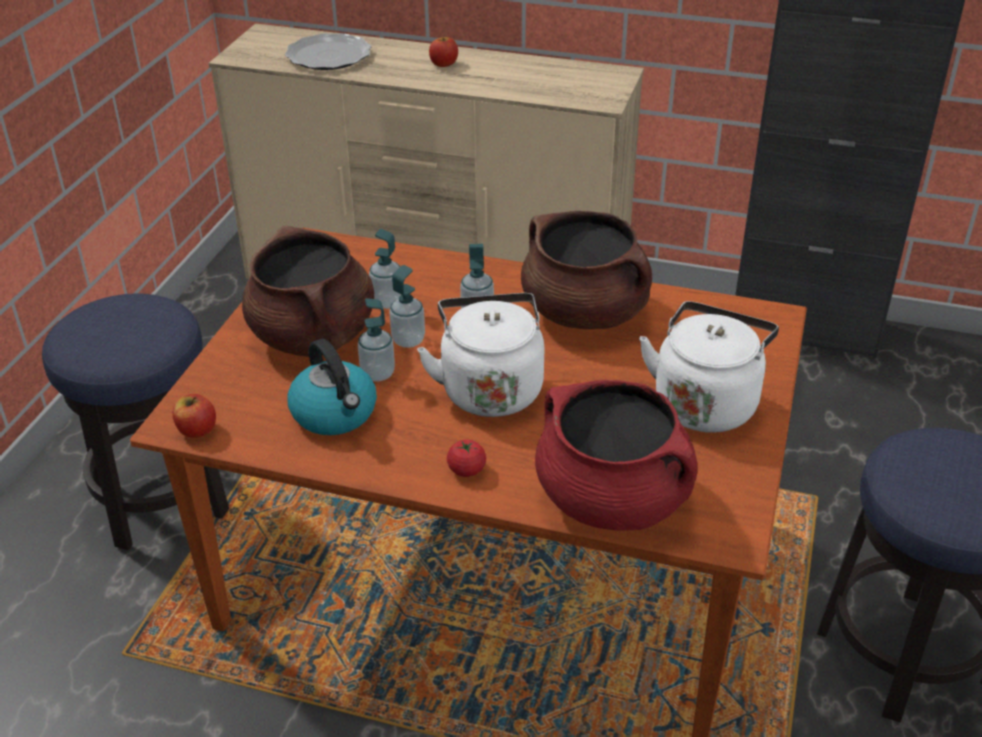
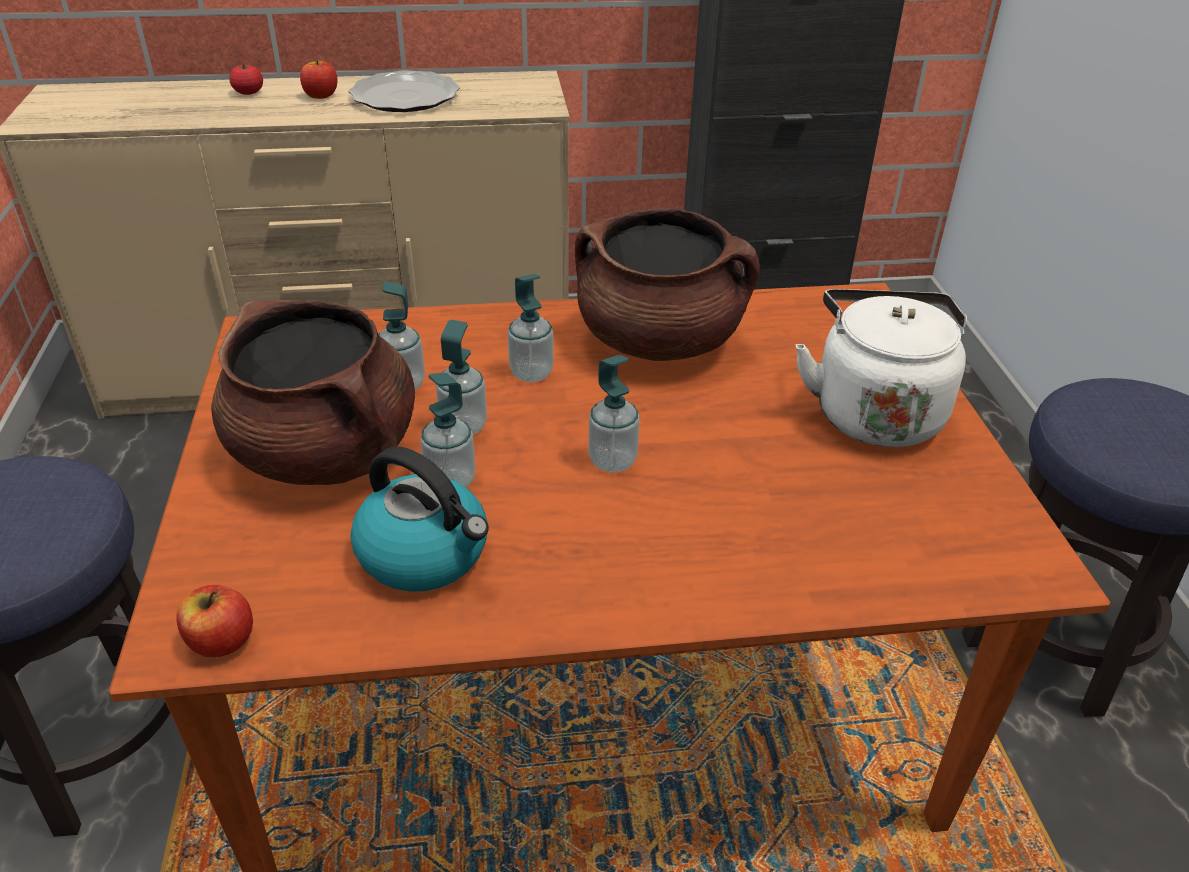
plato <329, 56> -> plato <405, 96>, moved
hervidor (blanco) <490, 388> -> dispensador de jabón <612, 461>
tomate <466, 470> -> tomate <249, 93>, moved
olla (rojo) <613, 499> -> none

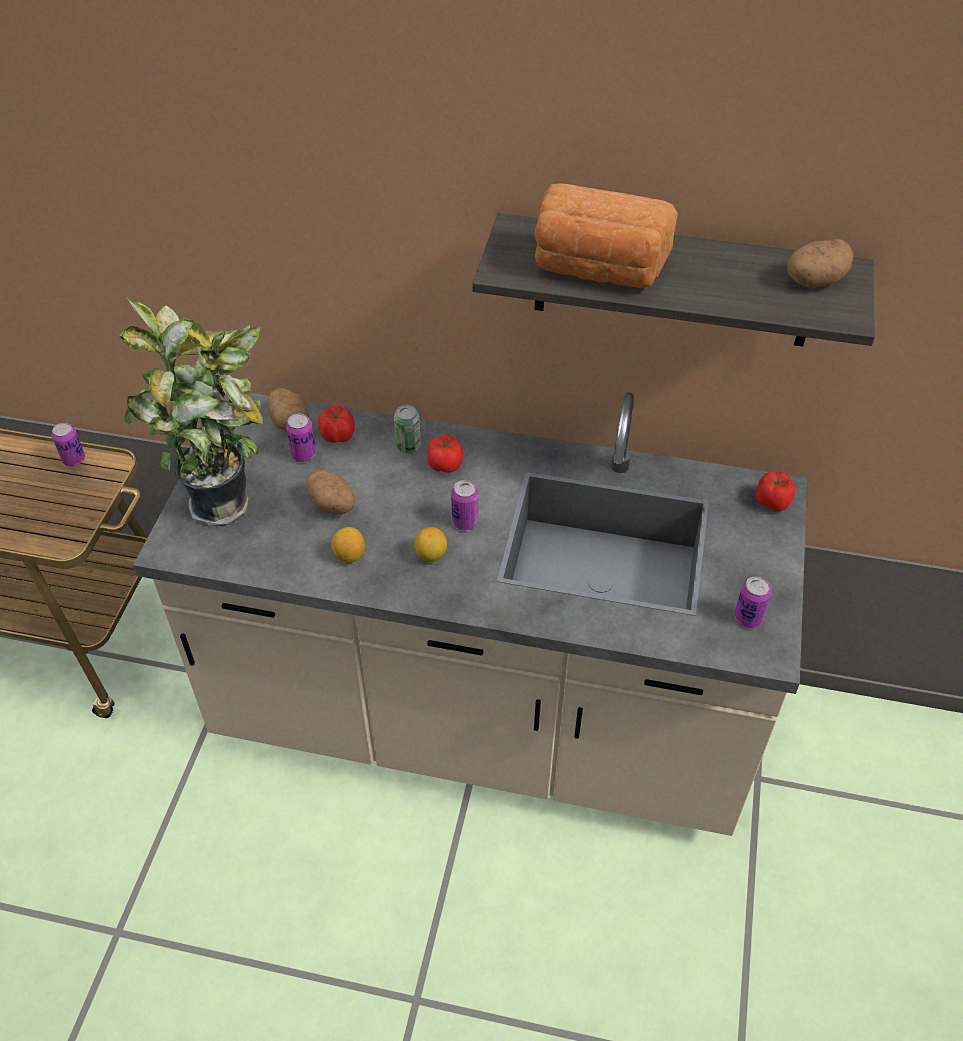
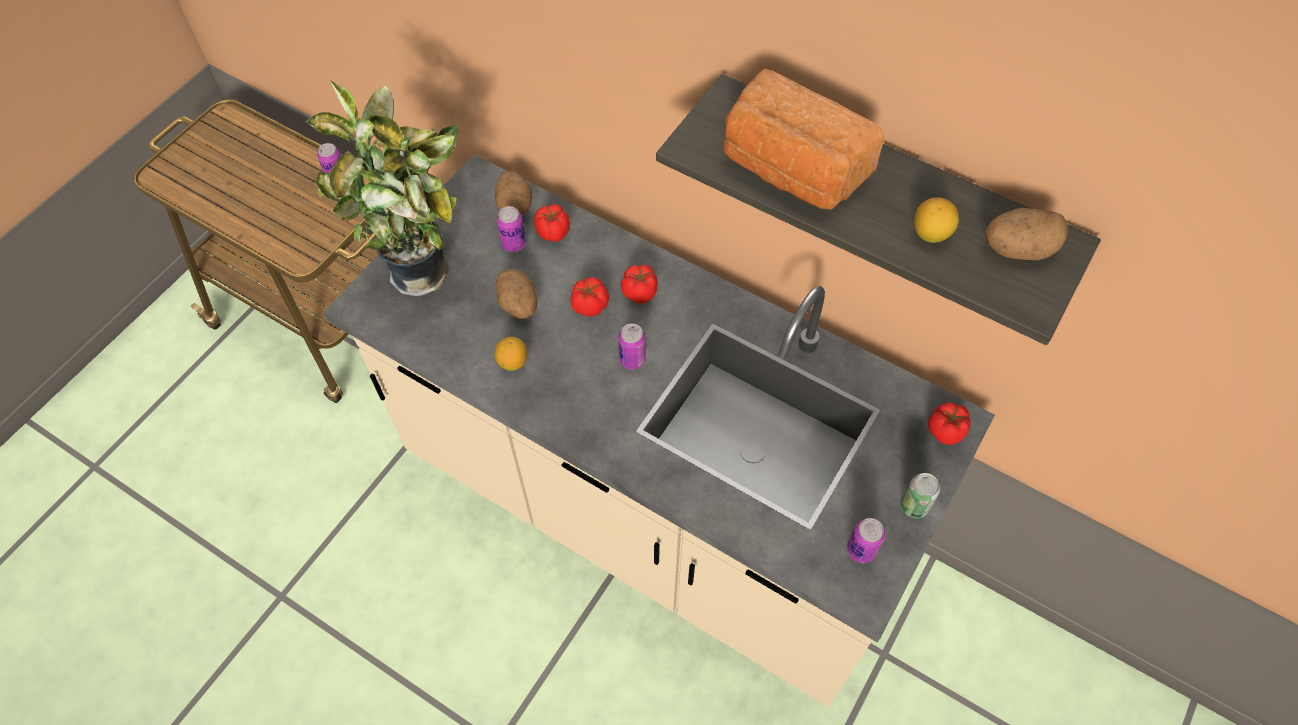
lata <408, 446> -> lata <914, 506>, moved
limón <431, 555> -> limón <930, 234>, moved
none -> tomate <589, 306>

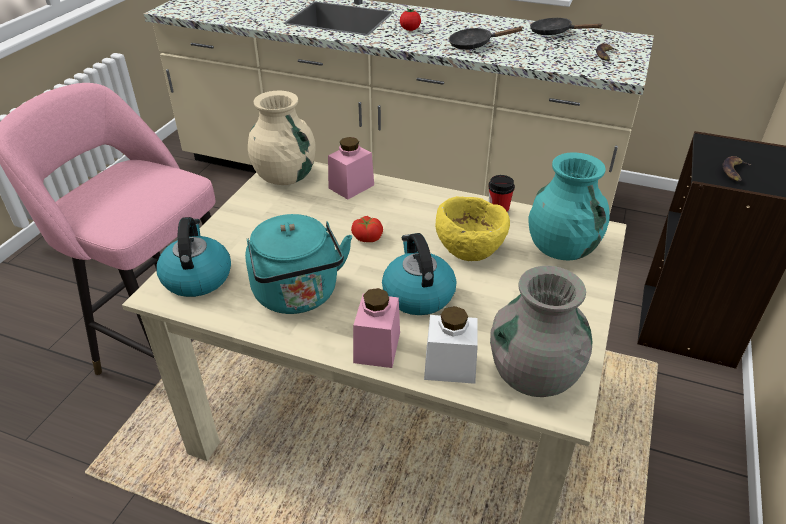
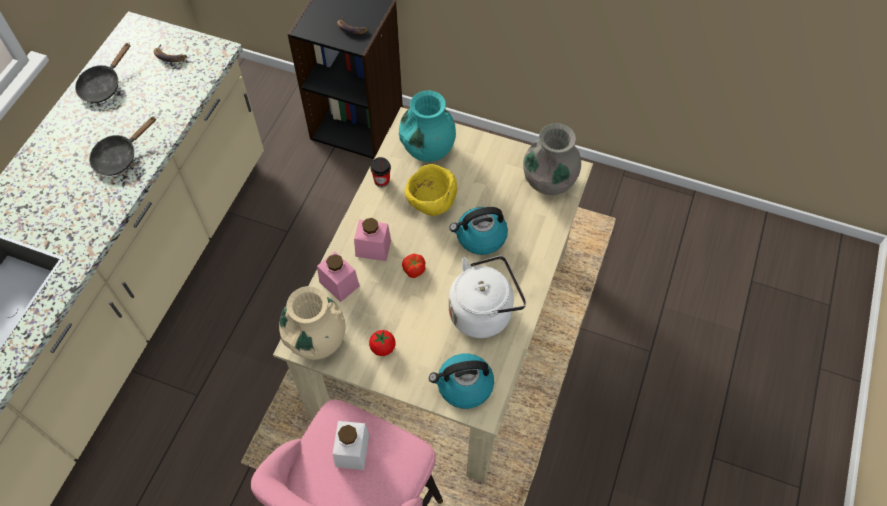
hervidor (turquesa) <298, 296> -> hervidor (blanco) <484, 311>
tarro (rosa) <377, 347> -> tarro (rosa) <373, 248>, moved
tomate <410, 30> -> tomate <383, 347>, moved
tarro (blanco) <450, 366> -> tarro (blanco) <352, 450>, moved
sartén (negro) <474, 45> -> sartén (negro) <119, 157>, 45 degrees clockwise

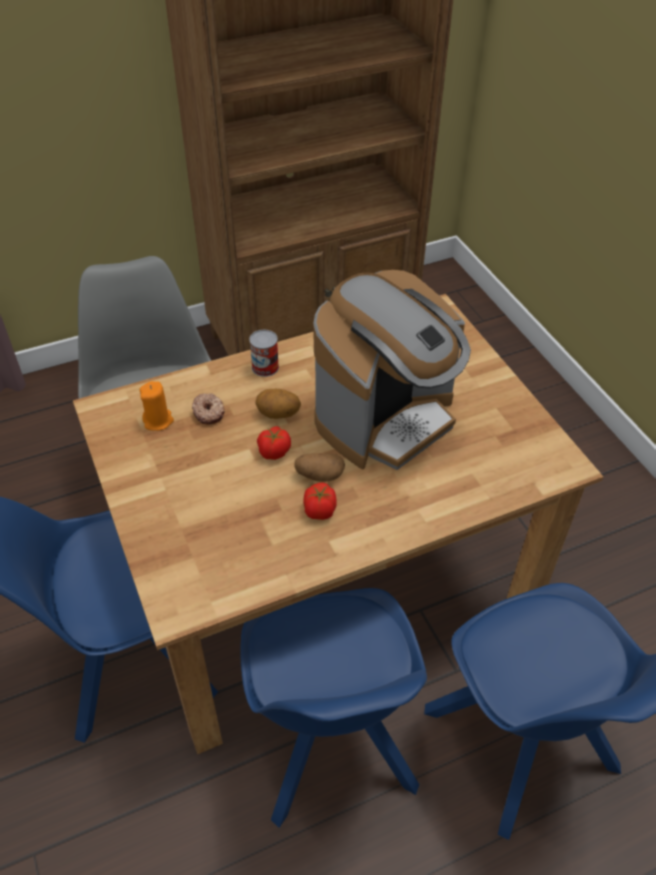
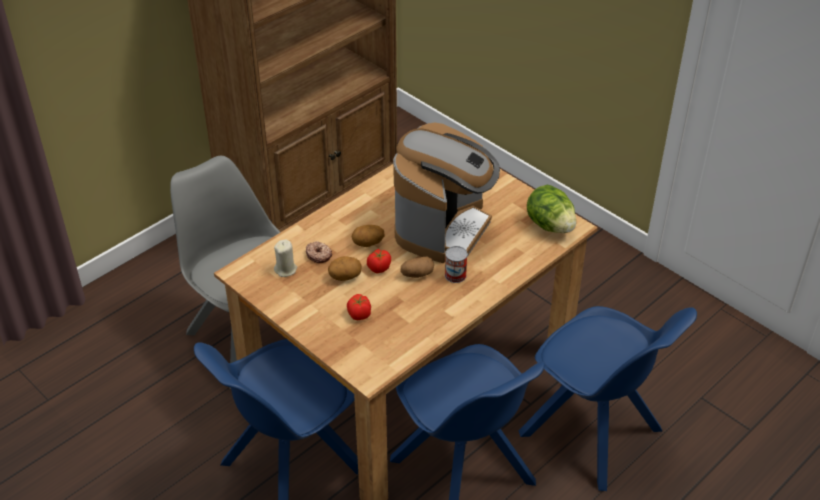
vela (naranja) <158, 420> -> vela (beis) <286, 269>
lata <265, 367> -> lata <455, 275>, moved
tomate <319, 511> -> tomate <359, 315>, moved
none -> patata <345, 277>
none -> lechuga <550, 225>

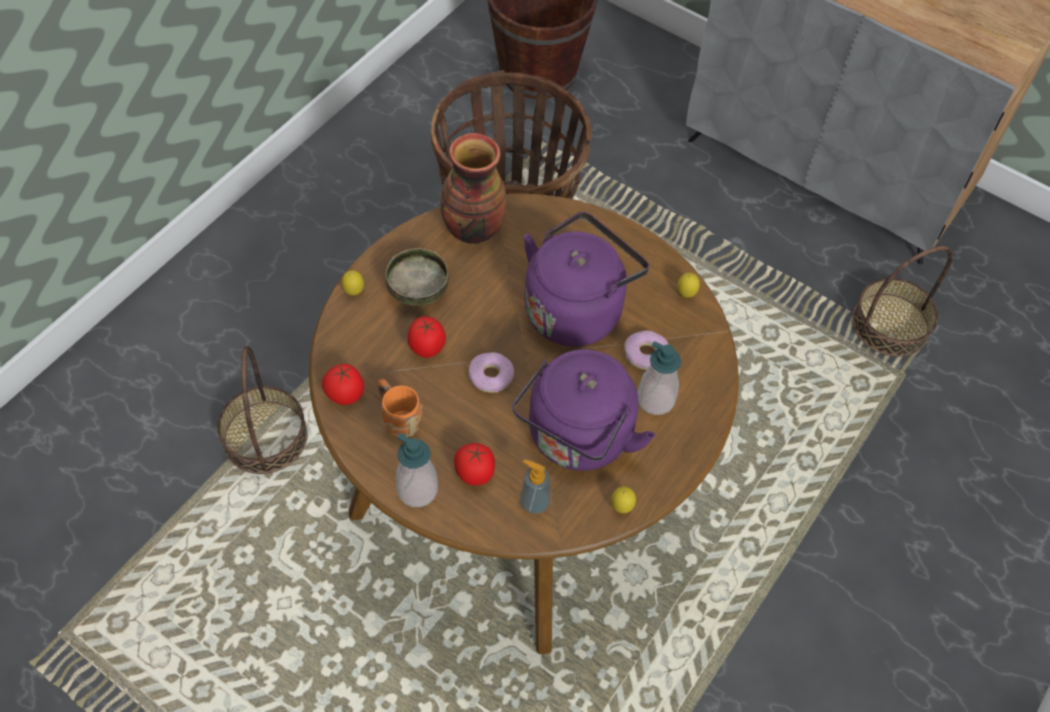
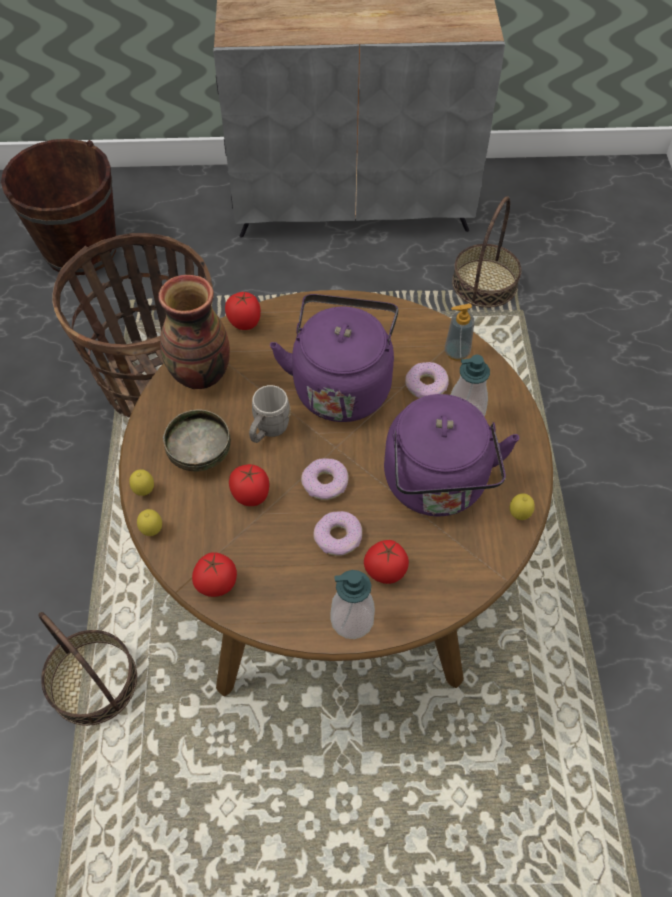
taza grande (naranja) <398, 418> -> none
dispensador de jabón <534, 503> -> dispensador de jabón <456, 352>, moved
limón <686, 294> -> limón <152, 531>, moved
none -> tomate <244, 322>
none -> taza grande (gris) <268, 430>
none -> rosquilla <338, 537>

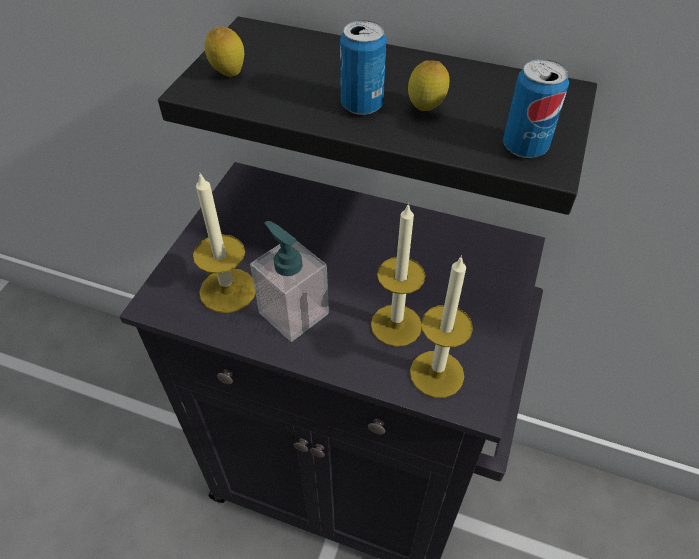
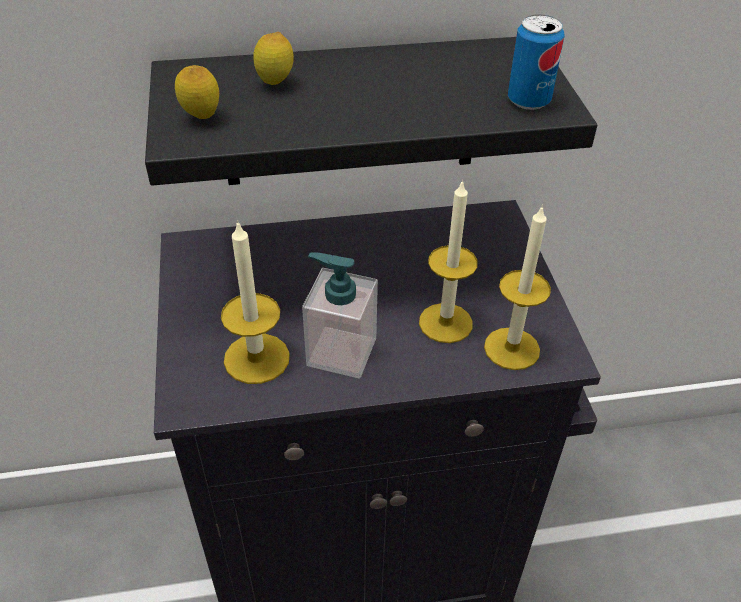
lata <362, 105> -> none
limón <425, 110> -> limón <275, 84>, moved

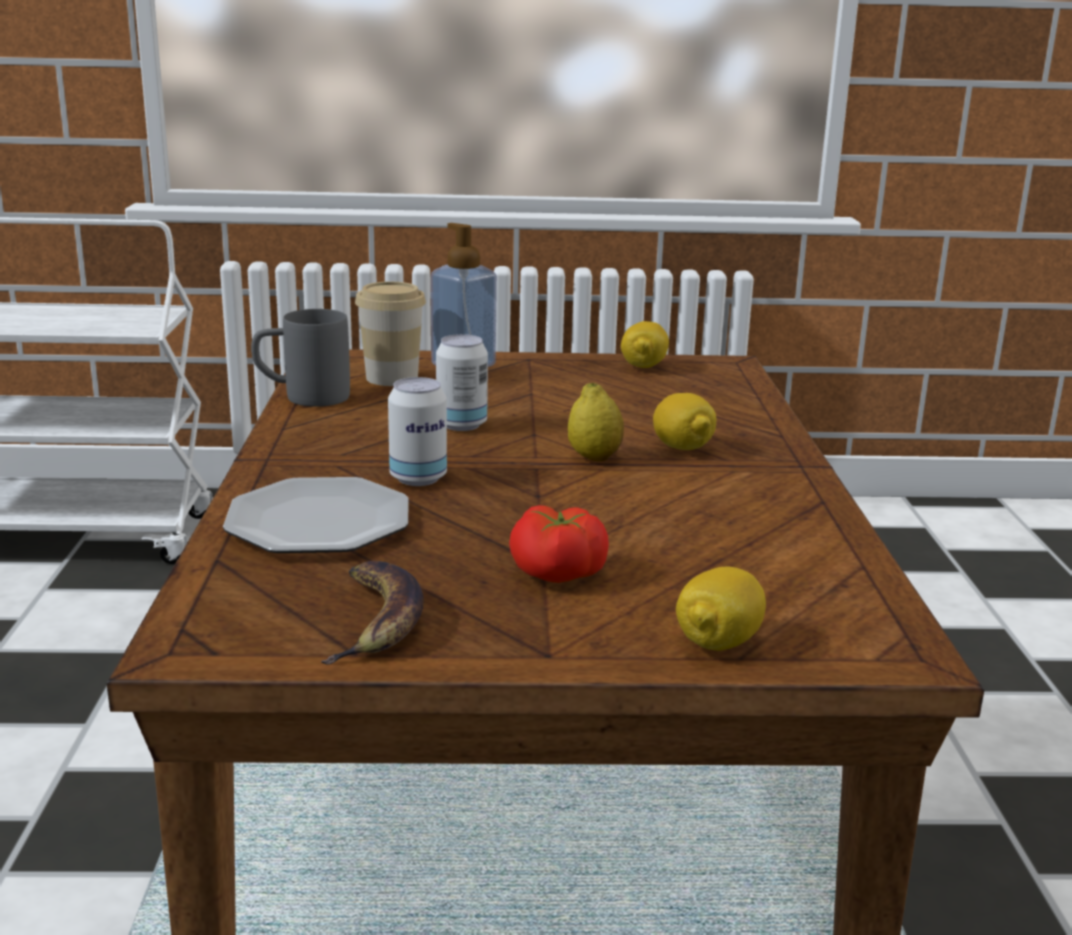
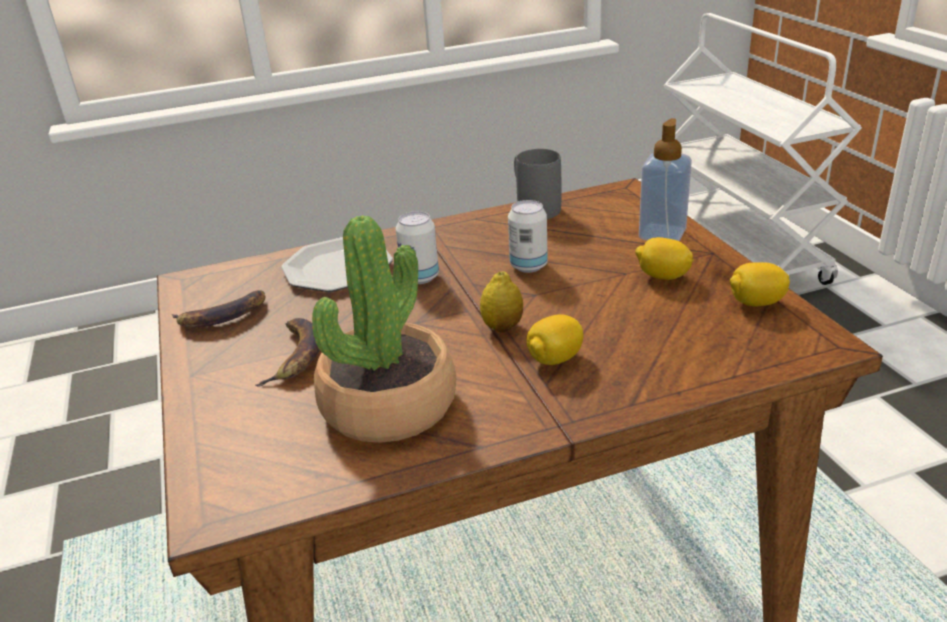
taza <392, 378> -> none
tomate <557, 574> -> plátano <294, 355>
limón <718, 643> -> limón <662, 277>, moved
none -> planta en maceta <388, 404>

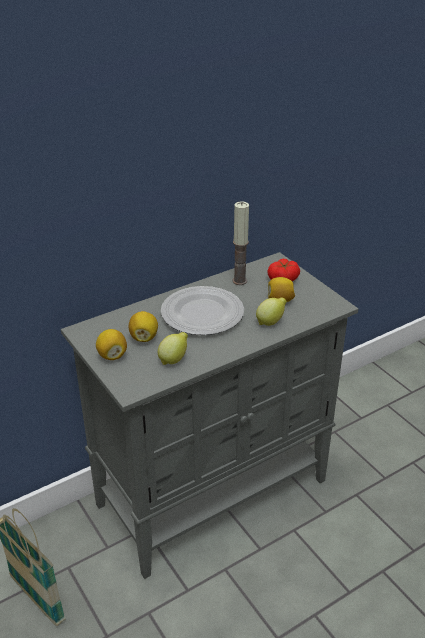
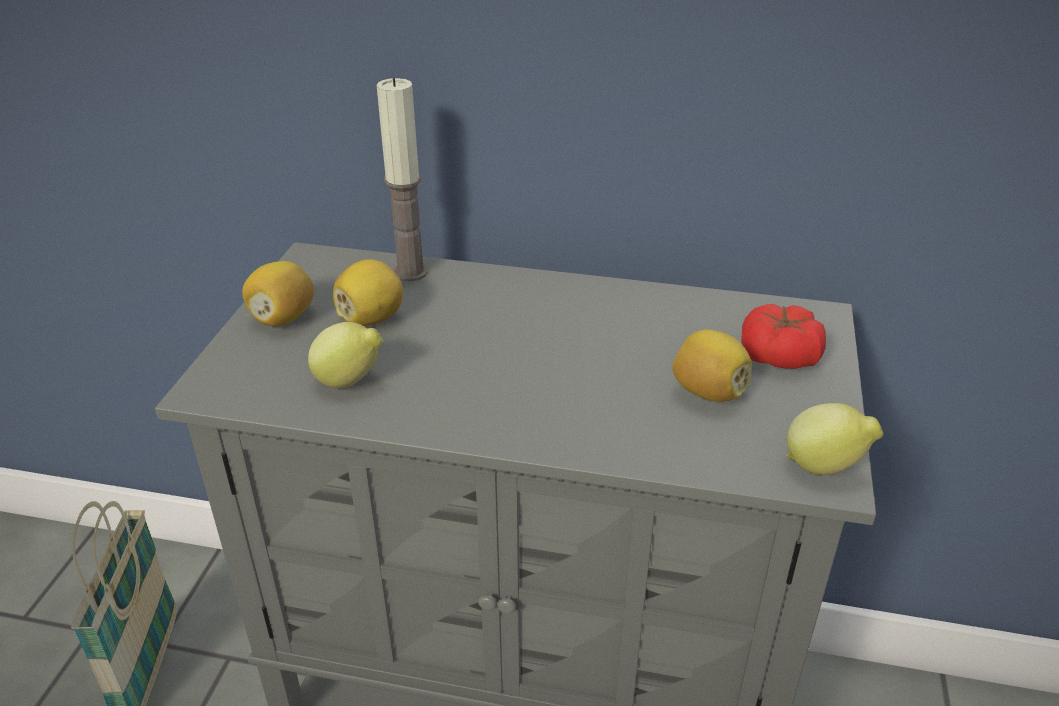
plato <202, 313> -> none
vela <239, 281> -> vela <411, 272>, moved
limón <270, 322> -> limón <825, 467>, moved

